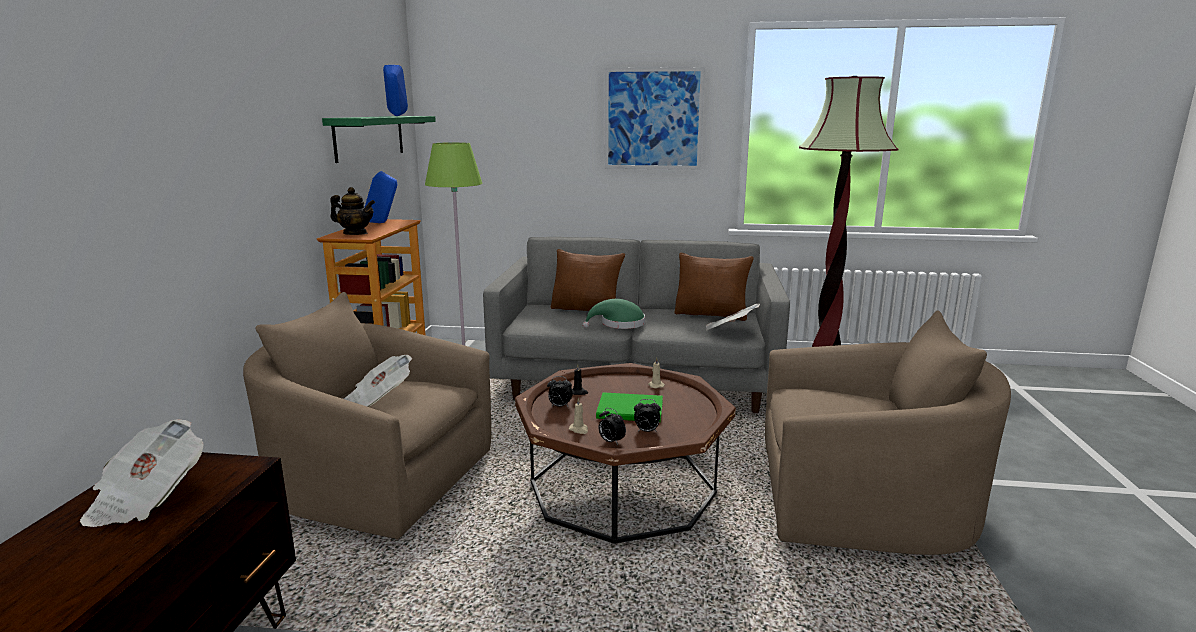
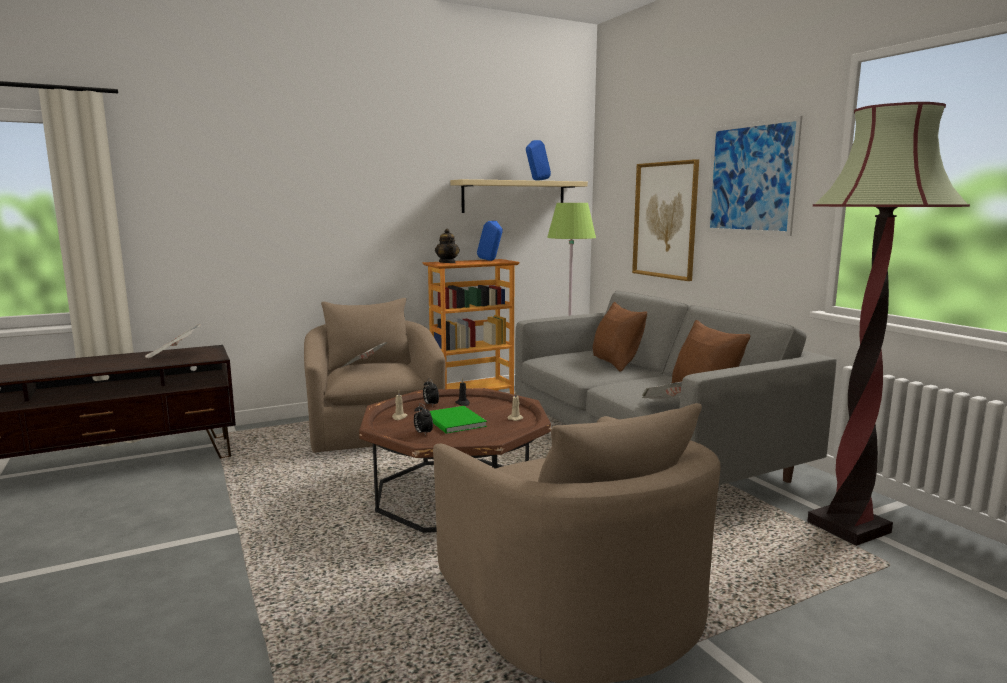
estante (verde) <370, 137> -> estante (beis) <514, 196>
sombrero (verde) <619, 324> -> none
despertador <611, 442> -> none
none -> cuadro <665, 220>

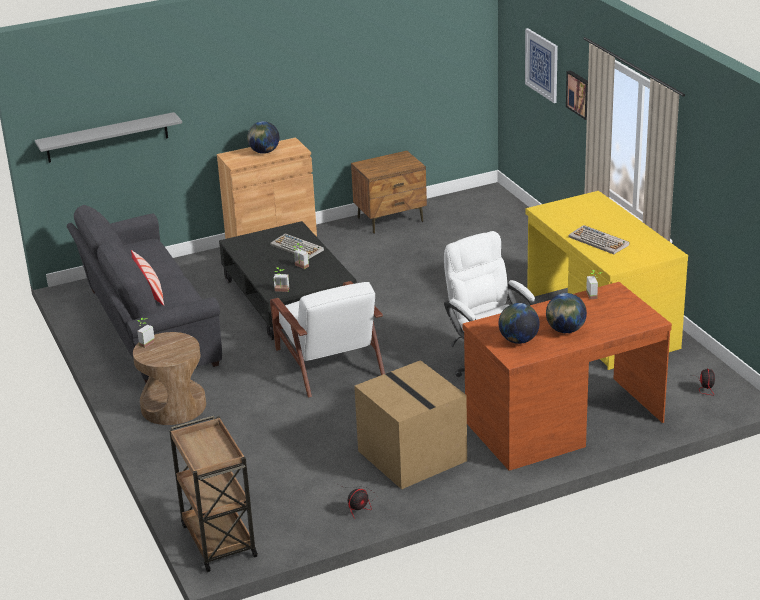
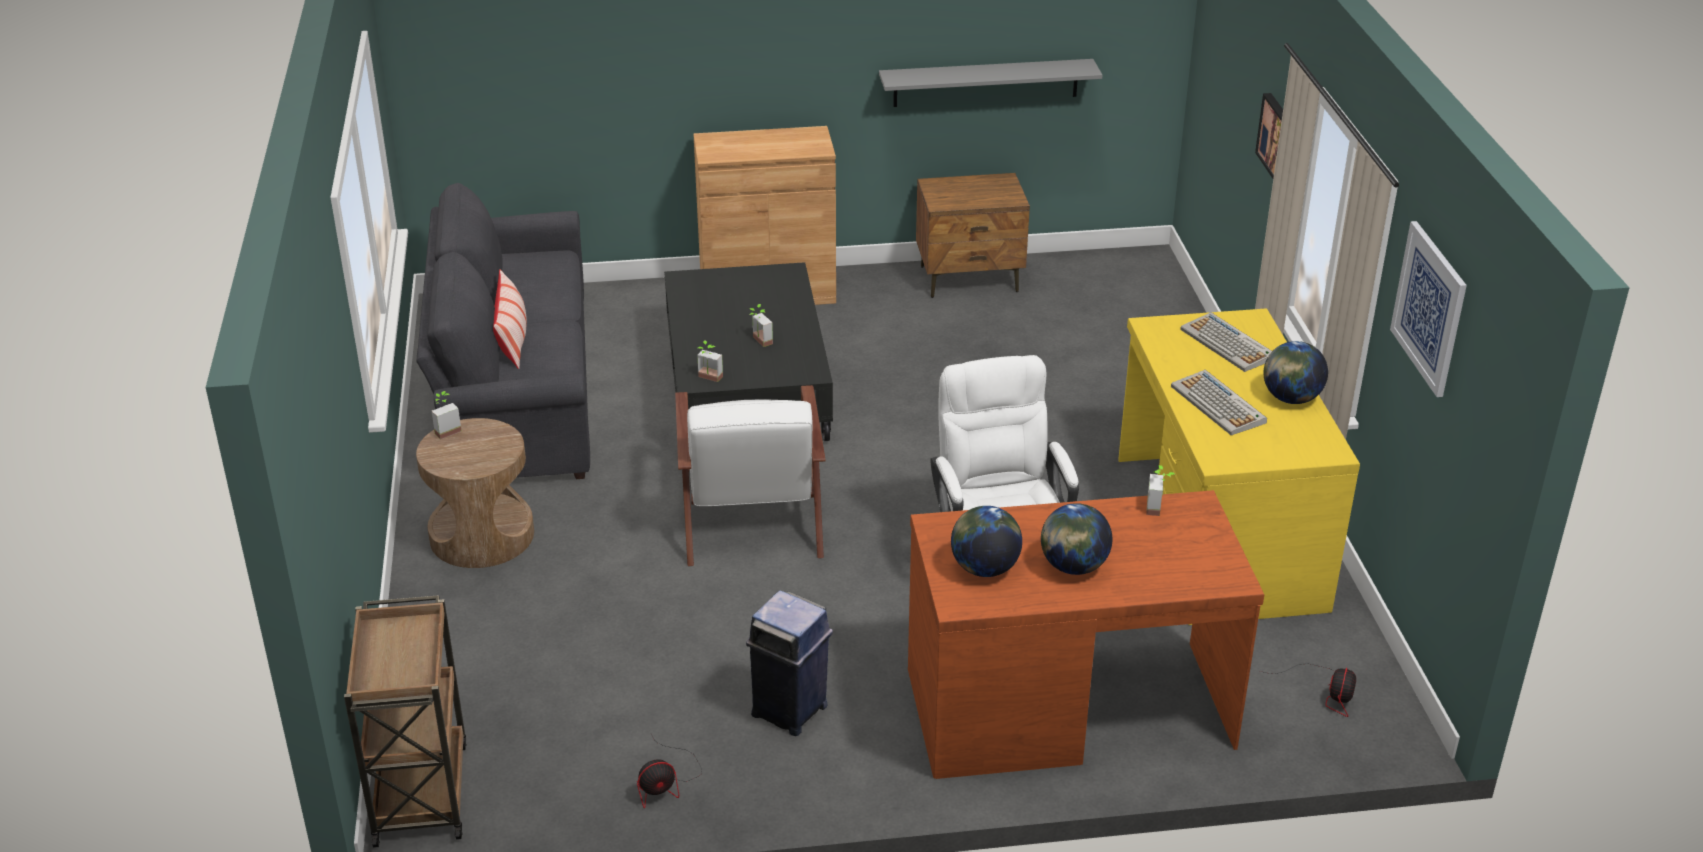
estante (gris) <107, 137> -> estante (gris) <986, 82>, moved
globo terráqueo <264, 152> -> globo terráqueo <1291, 398>, moved
teclado <297, 247> -> teclado <1228, 344>, moved
caja de cartón <410, 455> -> papelera (azul) <790, 711>
cuadro <542, 65> -> cuadro <1429, 308>, moved

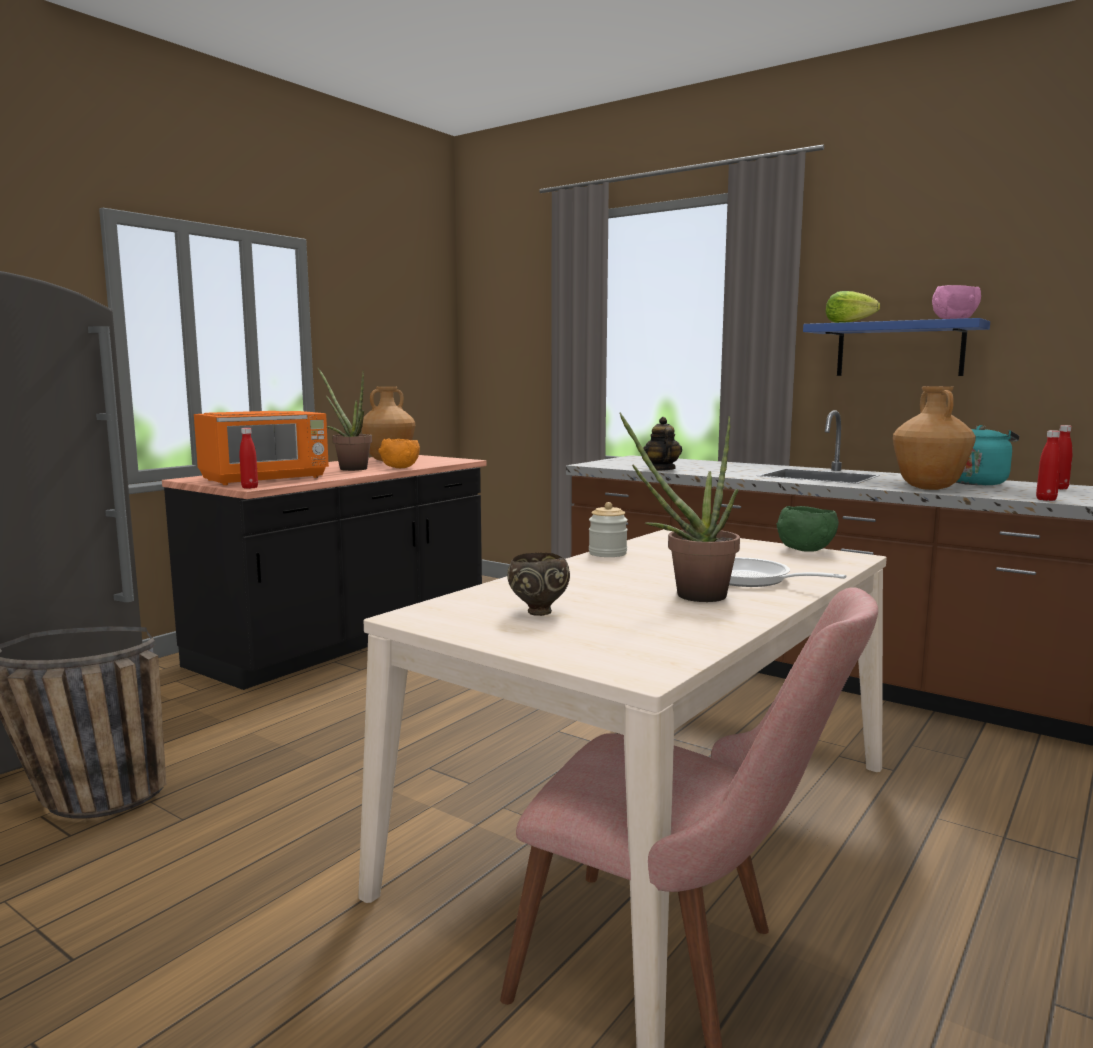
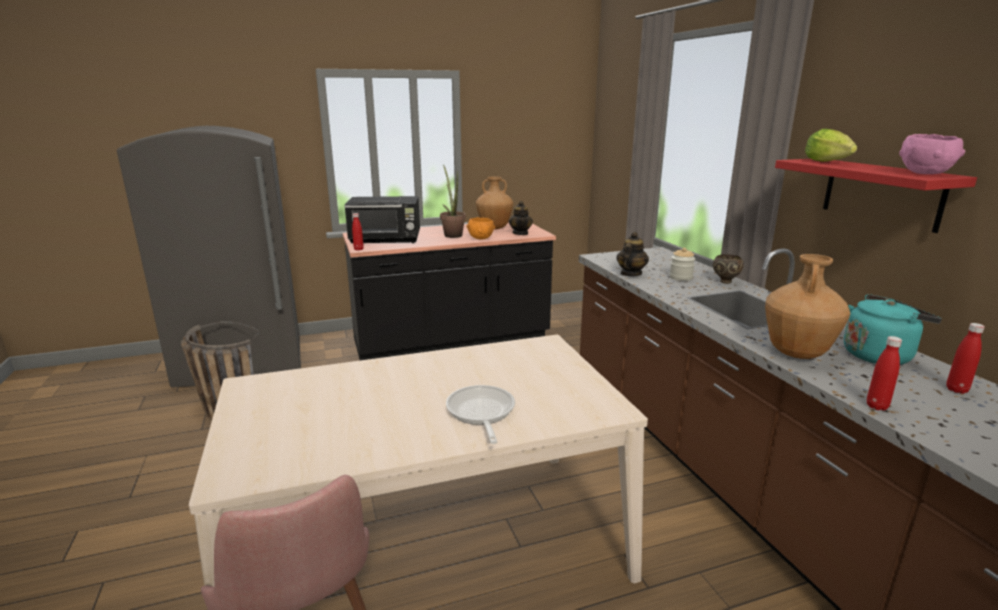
microondas (naranja) <266, 479> -> microondas (negro) <386, 240>
cuenco (marrón) <538, 612> -> cuenco (marrón) <725, 281>, moved
tarro <607, 553> -> tarro <681, 277>, moved
planta en maceta <690, 595> -> none
cuenco (verde) <805, 550> -> none
estante (azul) <899, 349> -> estante (rojo) <881, 193>
none -> tetera <520, 233>

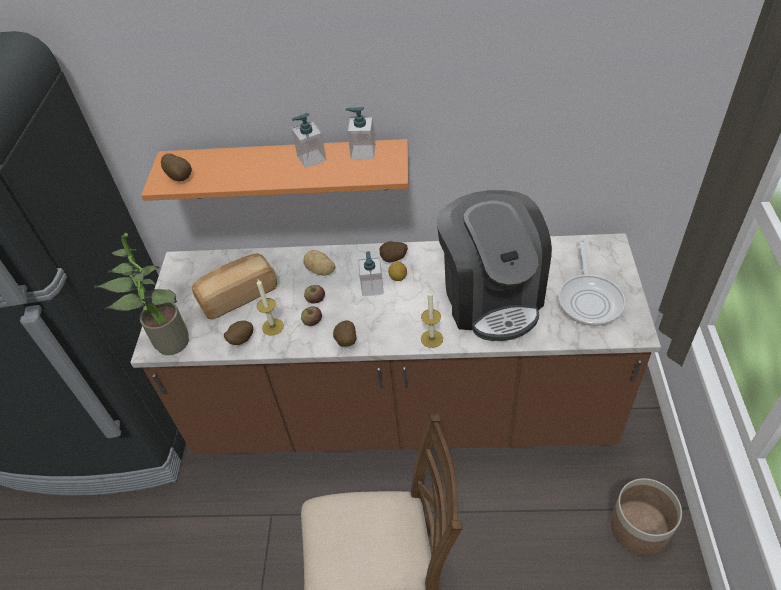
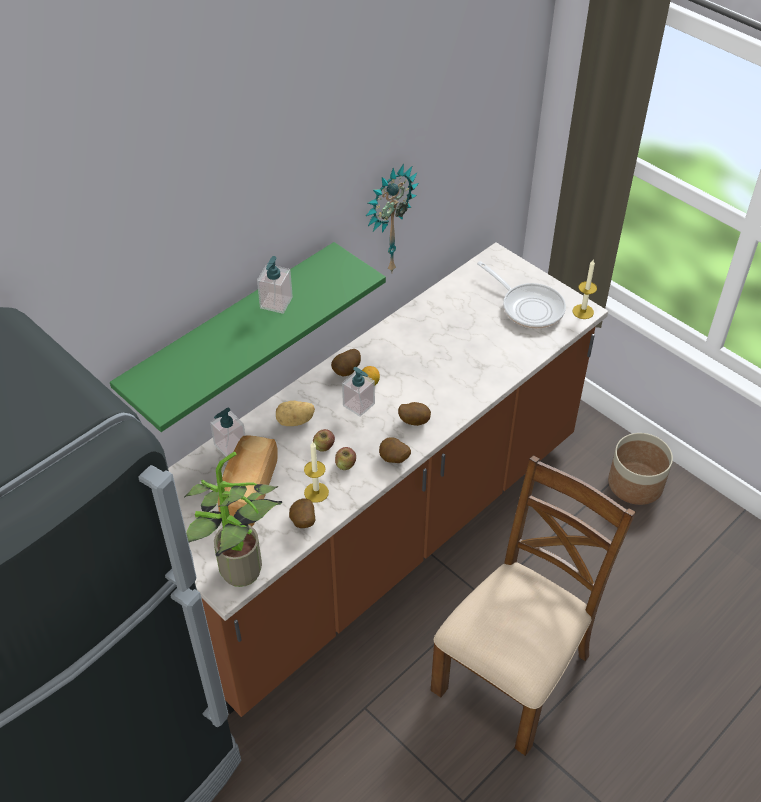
estante (naranja) <287, 169> -> estante (verde) <232, 332>
patata <180, 177> -> patata <414, 421>, moved
dispensador de jabón <363, 152> -> dispensador de jabón <230, 445>, moved
vela <432, 338> -> vela <583, 311>, moved
cafetera <491, 297> -> none
none -> reloj de pared <388, 220>

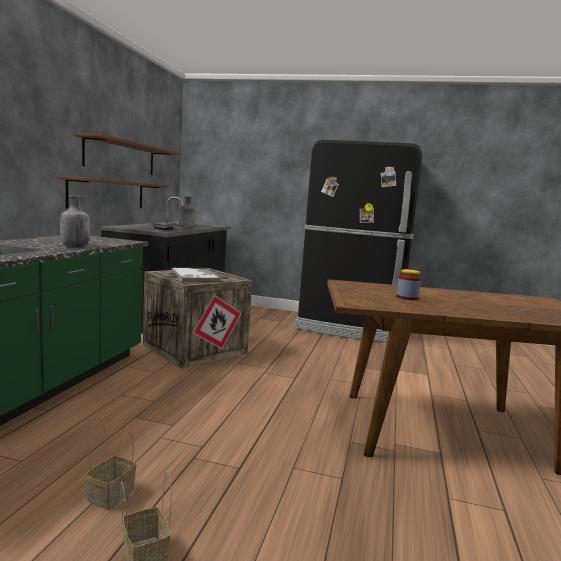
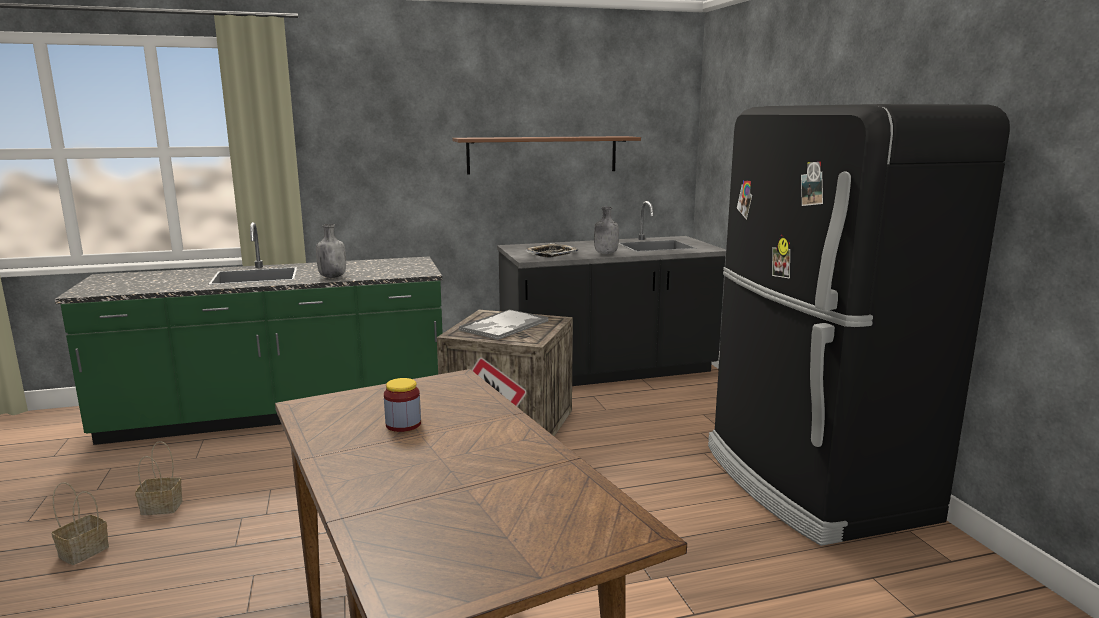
estante (marrón) <108, 194> -> none

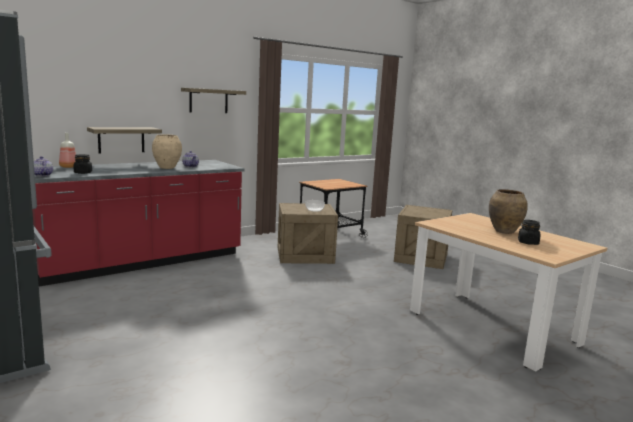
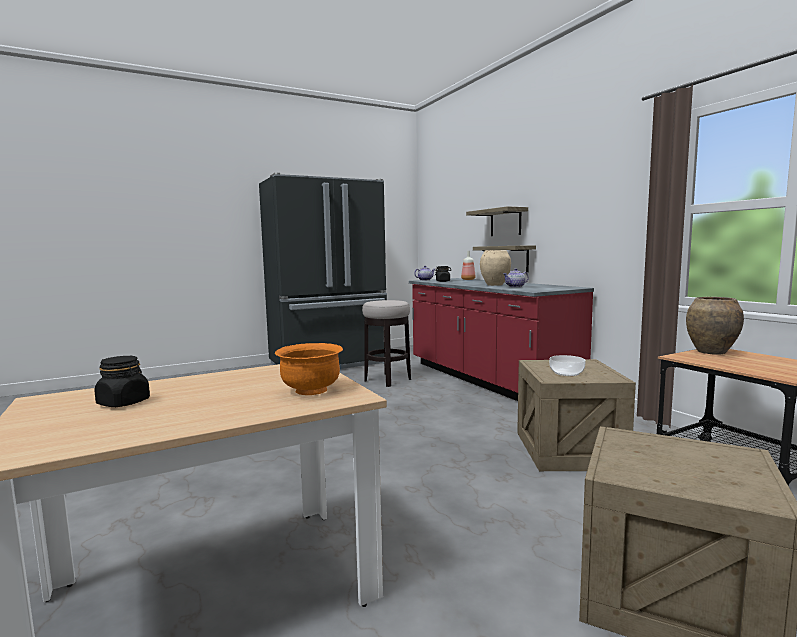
estante <208, 101> -> estante <505, 222>, moved
florero (marrón) <504, 231> -> florero (marrón) <710, 352>, moved
none -> cuenco (naranja) <311, 390>
none -> taburete <387, 380>

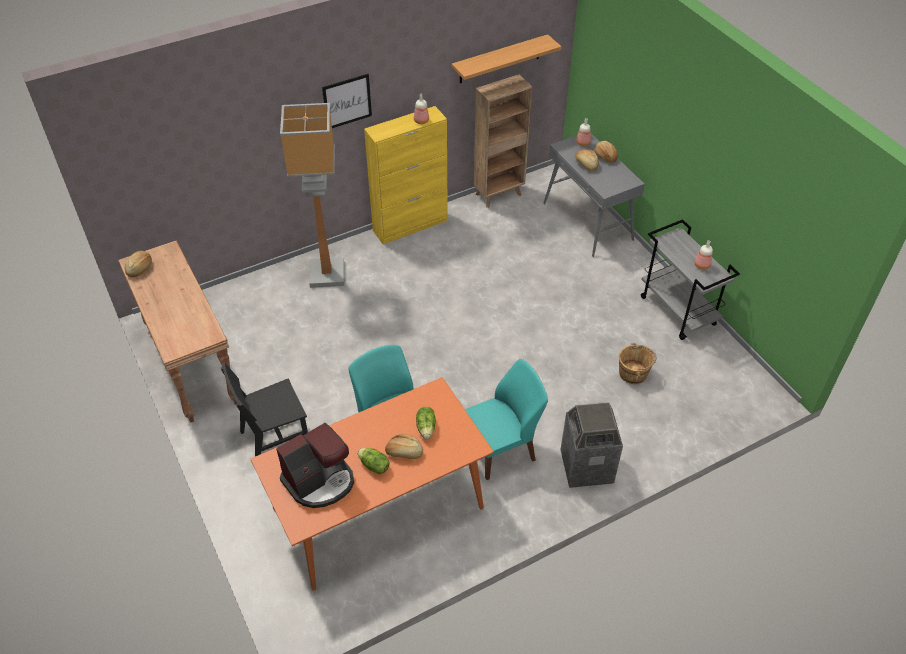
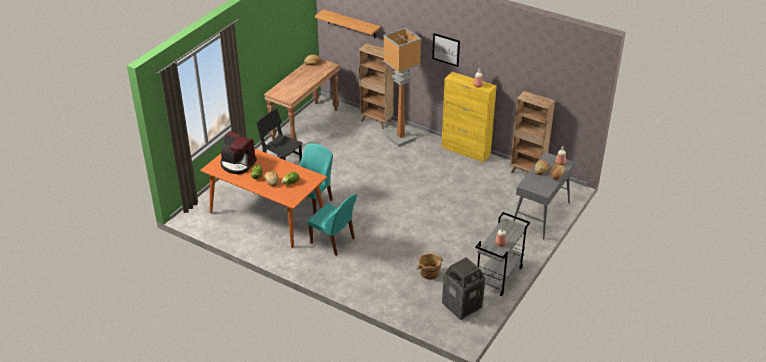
estante <500, 59> -> estante <351, 24>, moved
papelera <586, 467> -> papelera <462, 306>, moved
none -> estantería (marrón) <376, 121>

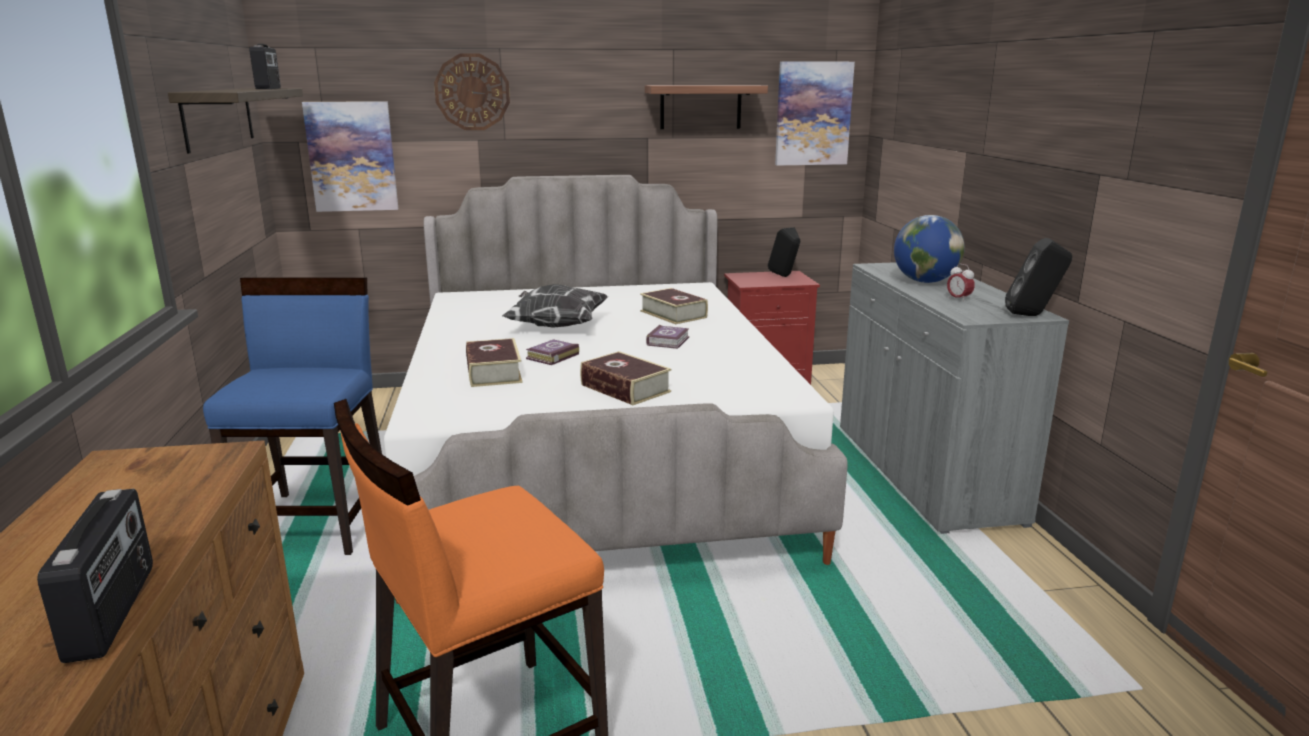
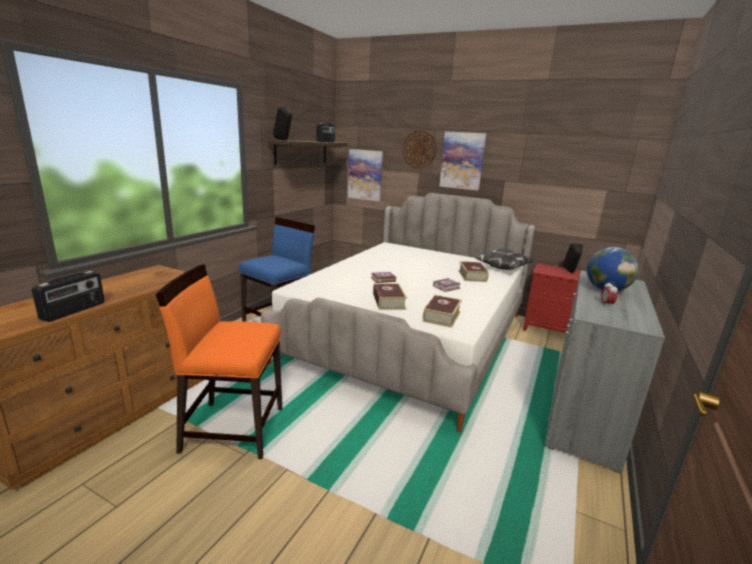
libro <493, 372> -> libro <441, 316>, moved
cojín <556, 326> -> cojín <502, 269>, moved
estante <700, 107> -> none
cuadro <813, 114> -> cuadro <462, 161>, moved
altavoz (negro) <1033, 315> -> altavoz (negro) <284, 140>, moved

